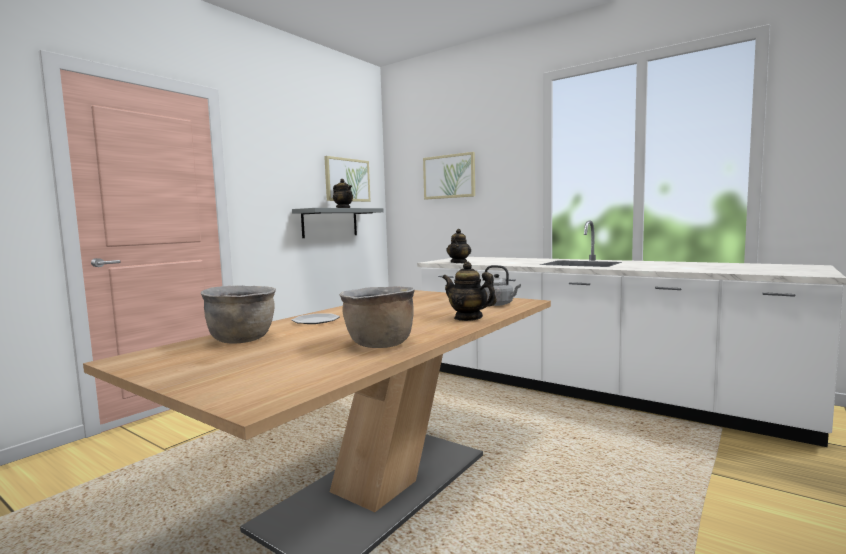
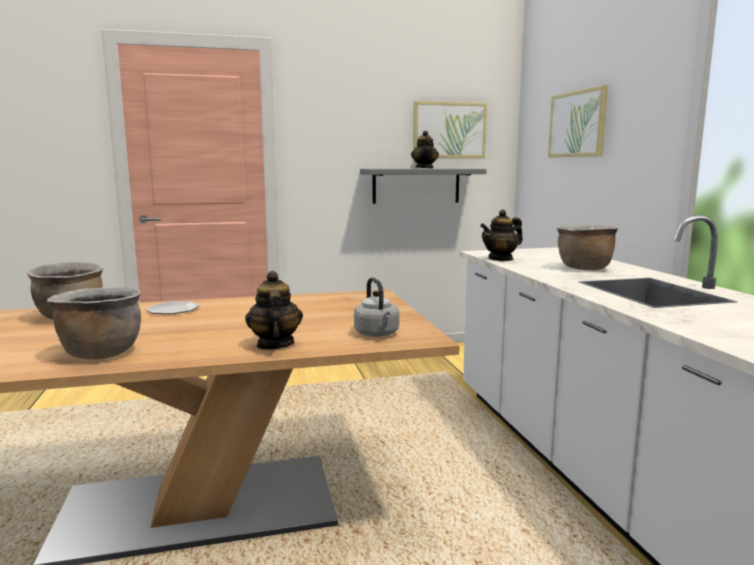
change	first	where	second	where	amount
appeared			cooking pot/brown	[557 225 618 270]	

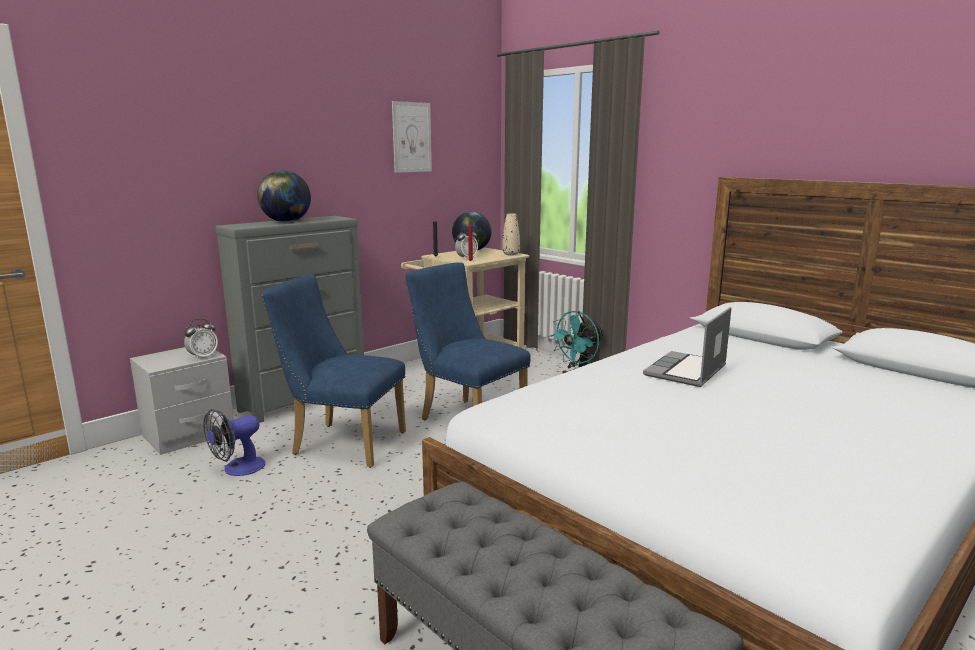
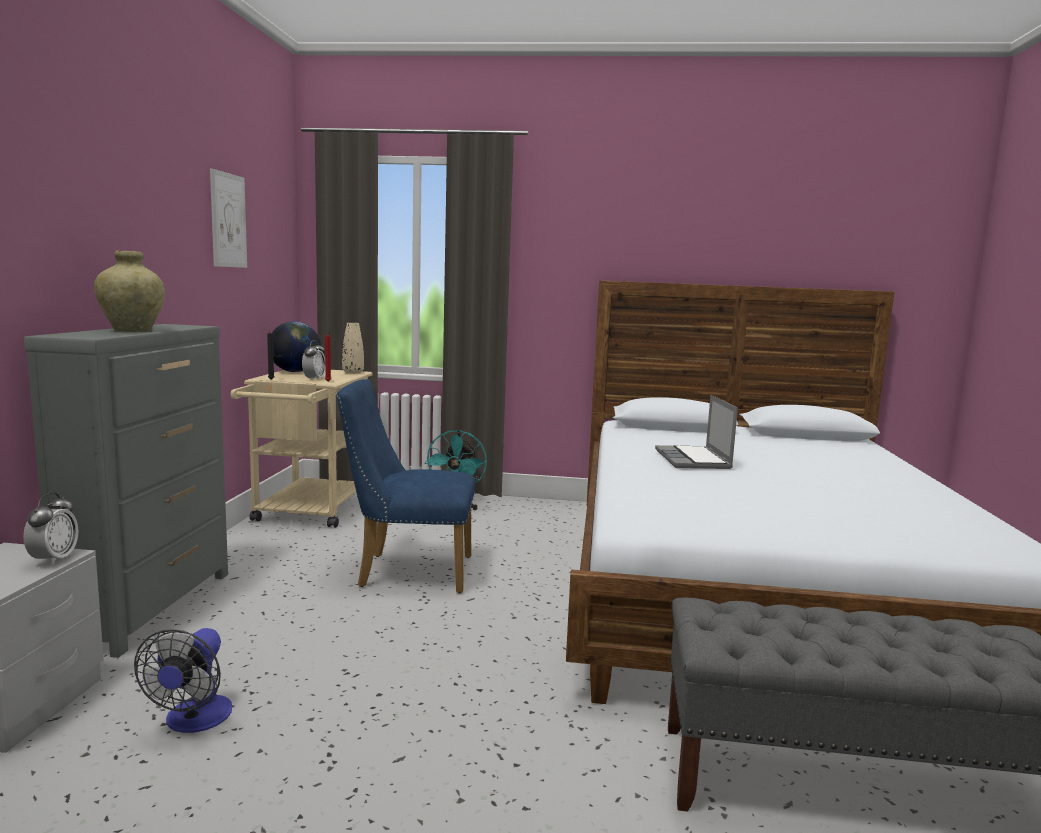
change	first	where	second	where	amount
exchanged	globe	[257 171 311 222]	vase/beige	[94 250 165 332]	
missing	chair/blue	[262 275 406 468]			

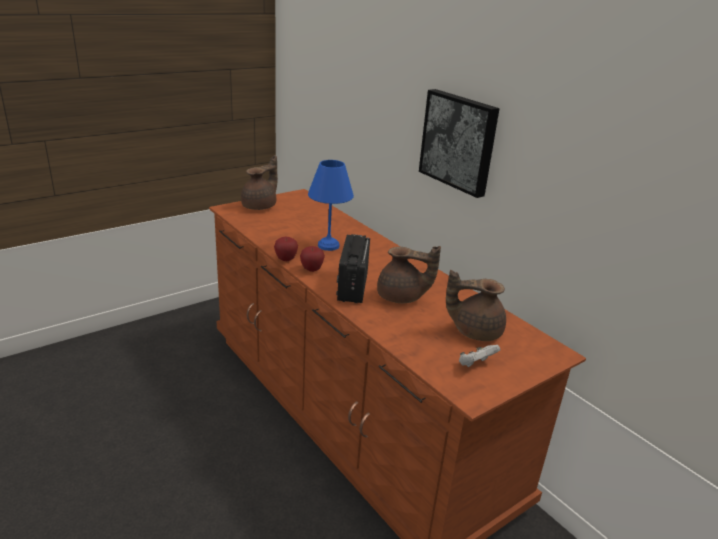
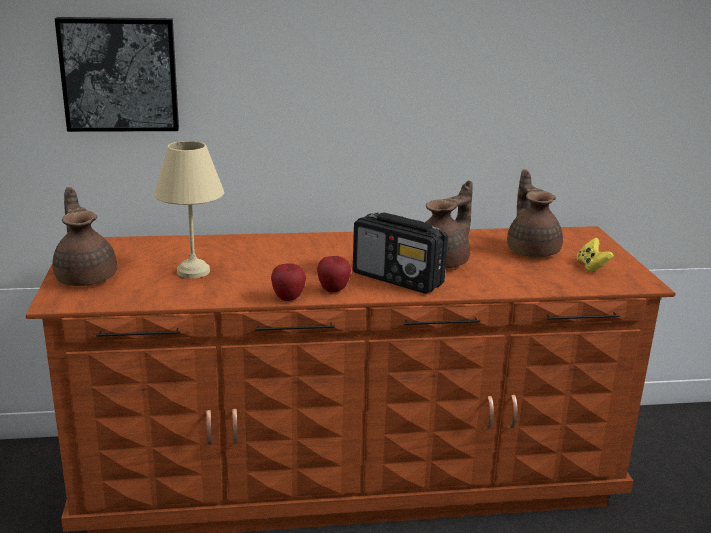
change	first	where	second	where	amount
relocated	picture	[419 89 500 198]		[55 17 179 132]	
missing	table lamp/blue	[308 160 354 251]			
spun	teapot/brown	[446 270 506 341]		[507 169 563 257]	135 degrees clockwise
colour	game controller/white	[459 345 500 367]	game controller/yellow	[577 238 614 272]	
appeared			table lamp/beige	[154 141 224 278]	

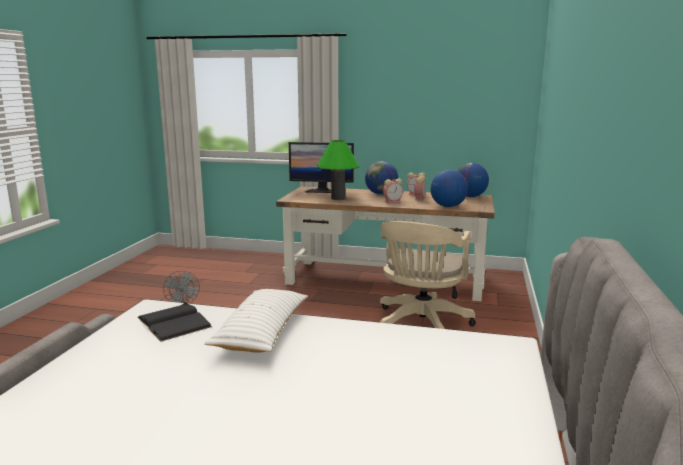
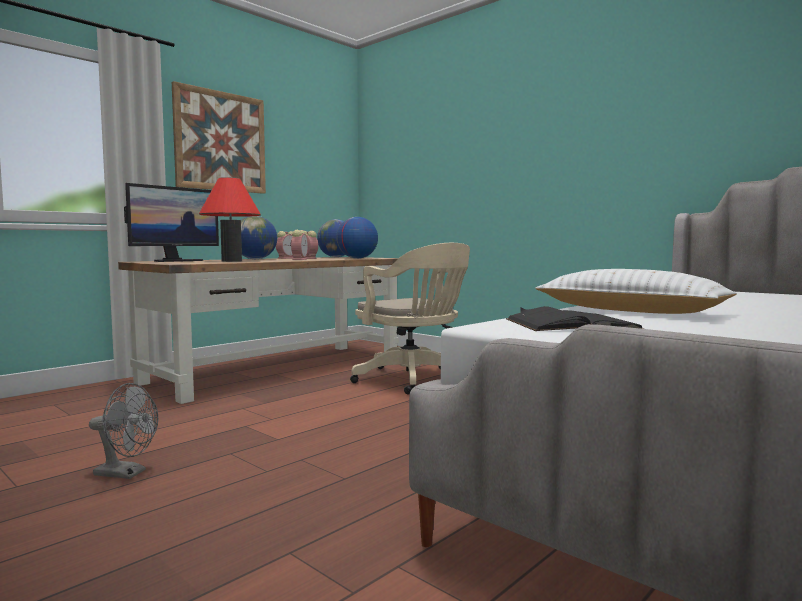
change	first	where	second	where	amount
colour	table lamp/green	[317 140 359 200]	table lamp/red	[199 177 261 262]	
appeared			picture	[172 81 266 194]	

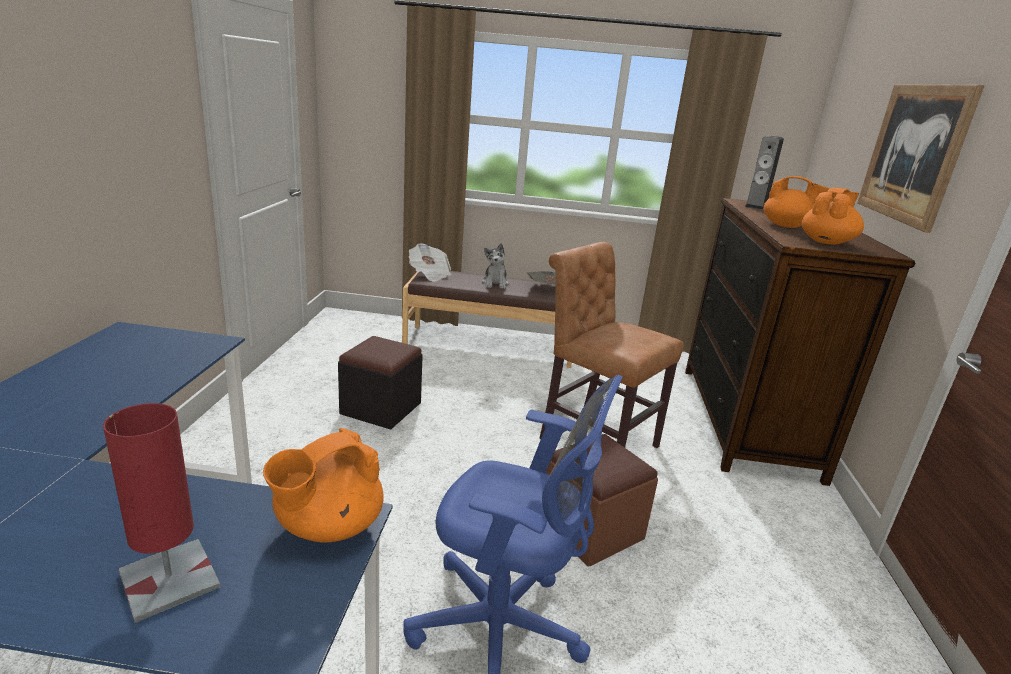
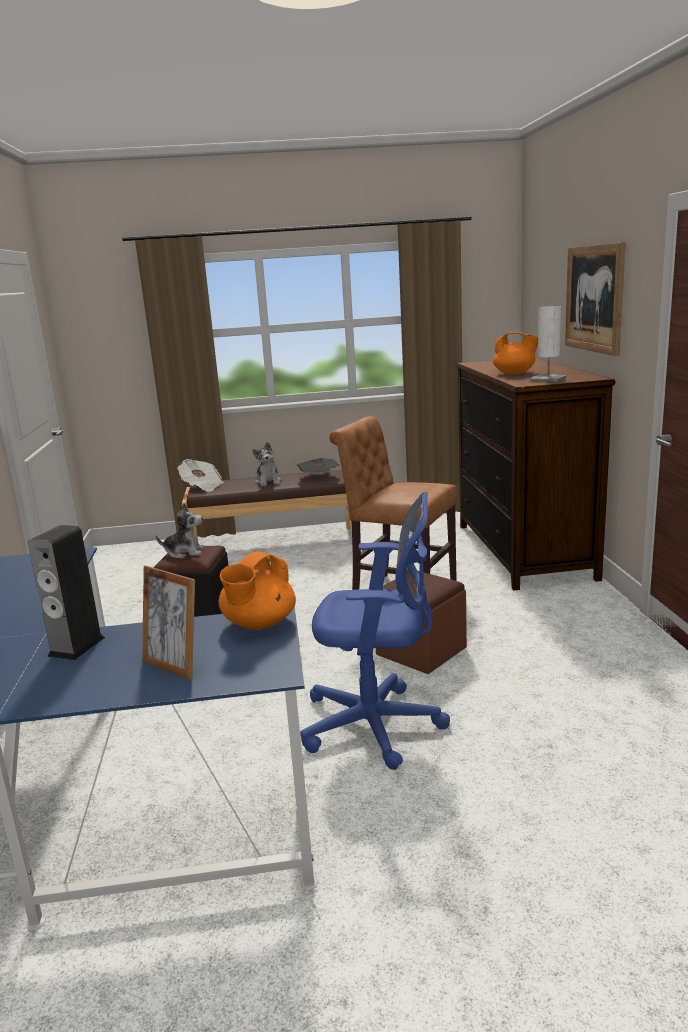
change	first	where	second	where	amount
relocated	speaker	[745 136 784 210]		[28 525 105 661]	
exchanged	teapot/orange	[801 188 864 245]	table lamp/white	[530 306 567 382]	
exchanged	table lamp/red	[103 403 220 623]	picture frame	[142 566 195 680]	
appeared			plush toy	[156 503 205 558]	

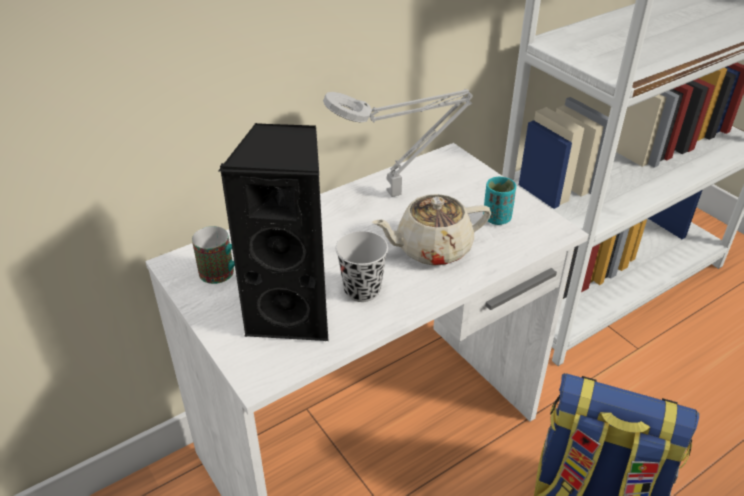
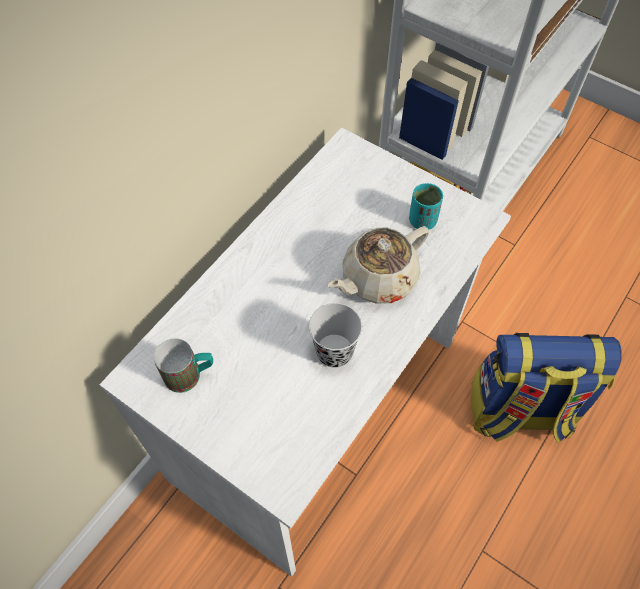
change	first	where	second	where	amount
missing	table lamp/grey	[323 89 473 197]			
missing	speaker/black	[218 122 329 341]			

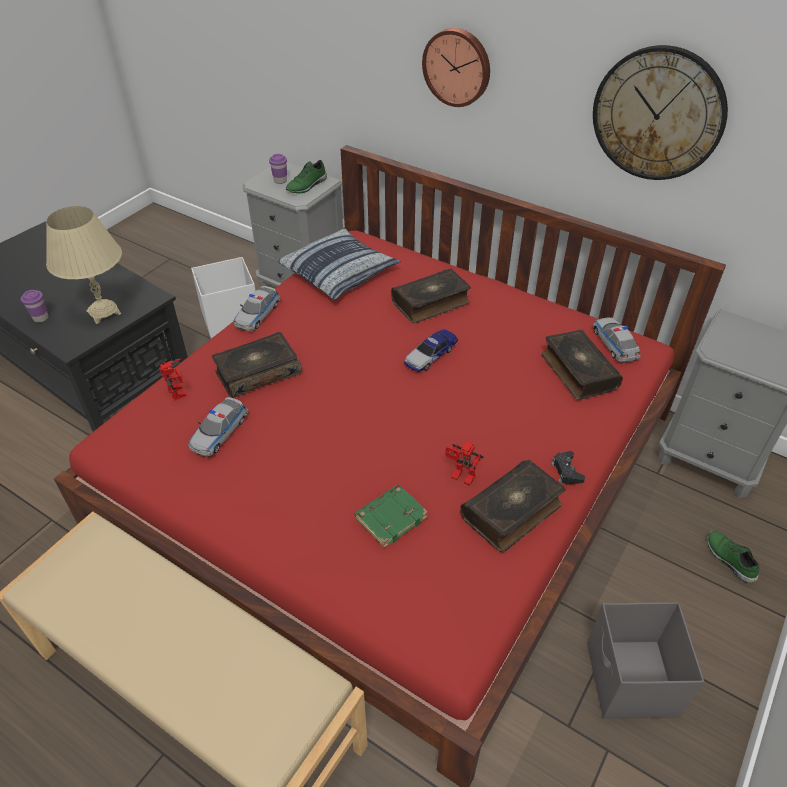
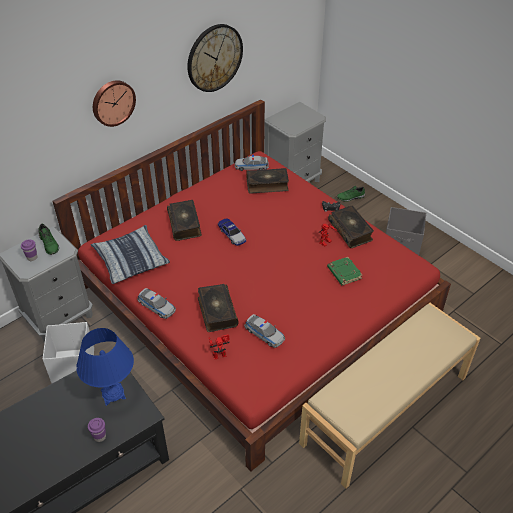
change	first	where	second	where	amount
colour	table lamp/beige	[46 206 122 324]	table lamp/blue	[76 328 134 406]	

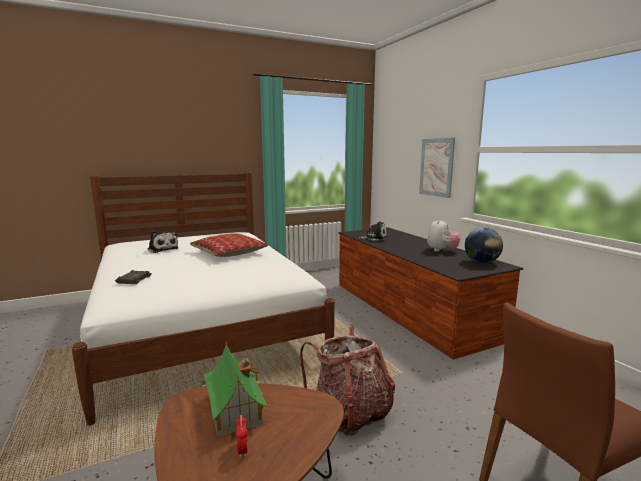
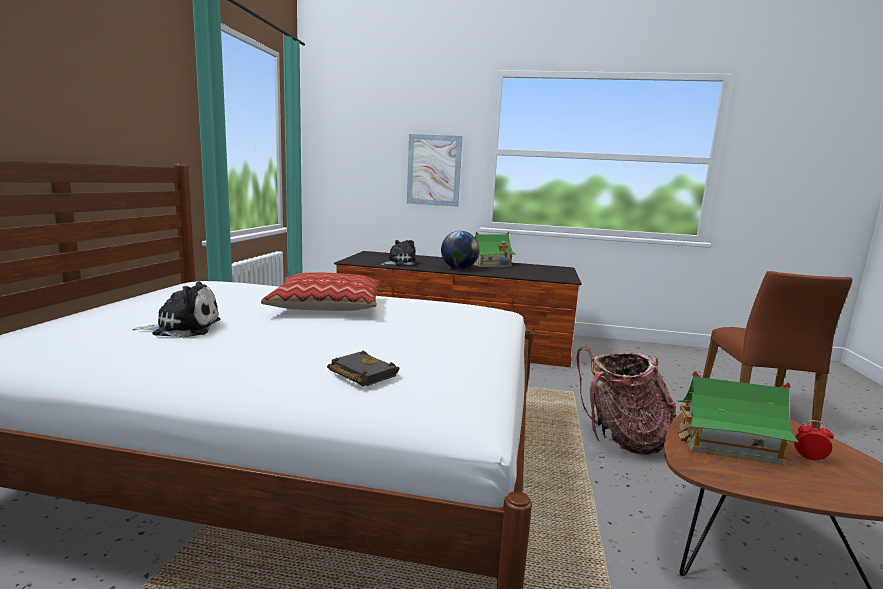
change	first	where	second	where	amount
exchanged	plush toy	[427 218 461 252]	toy house	[473 232 515 267]	
relocated	globe	[465 228 503 263]		[441 231 479 269]	

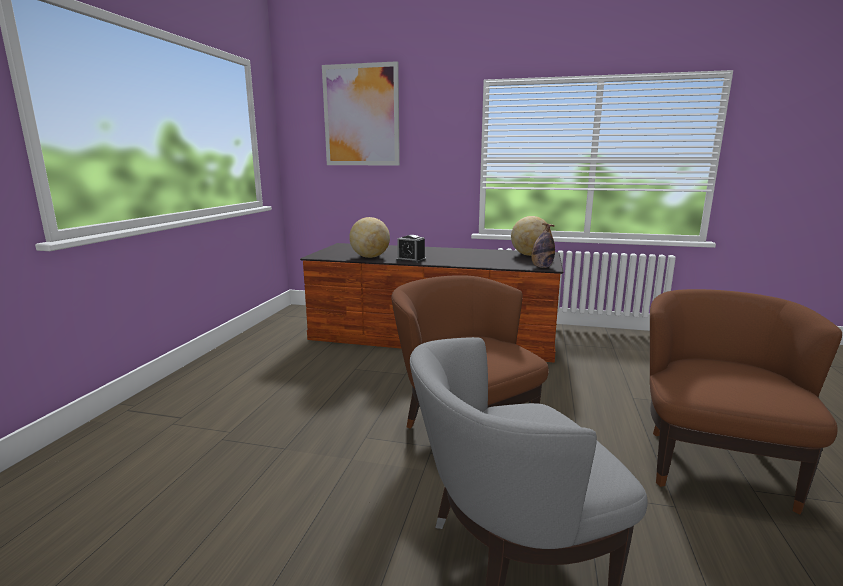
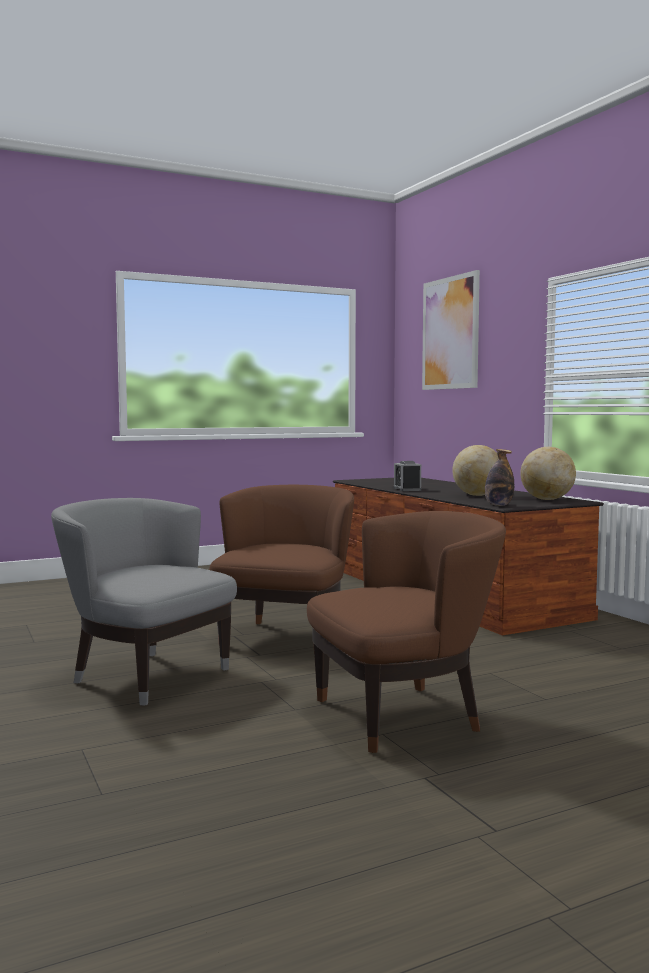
change	first	where	second	where	amount
relocated	globe	[349 217 390 258]		[452 445 498 496]	

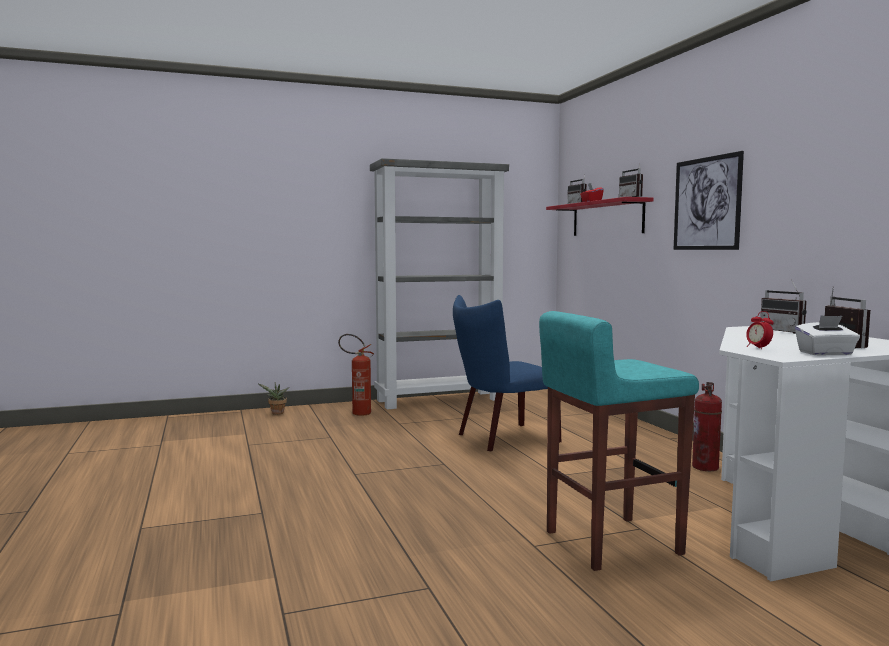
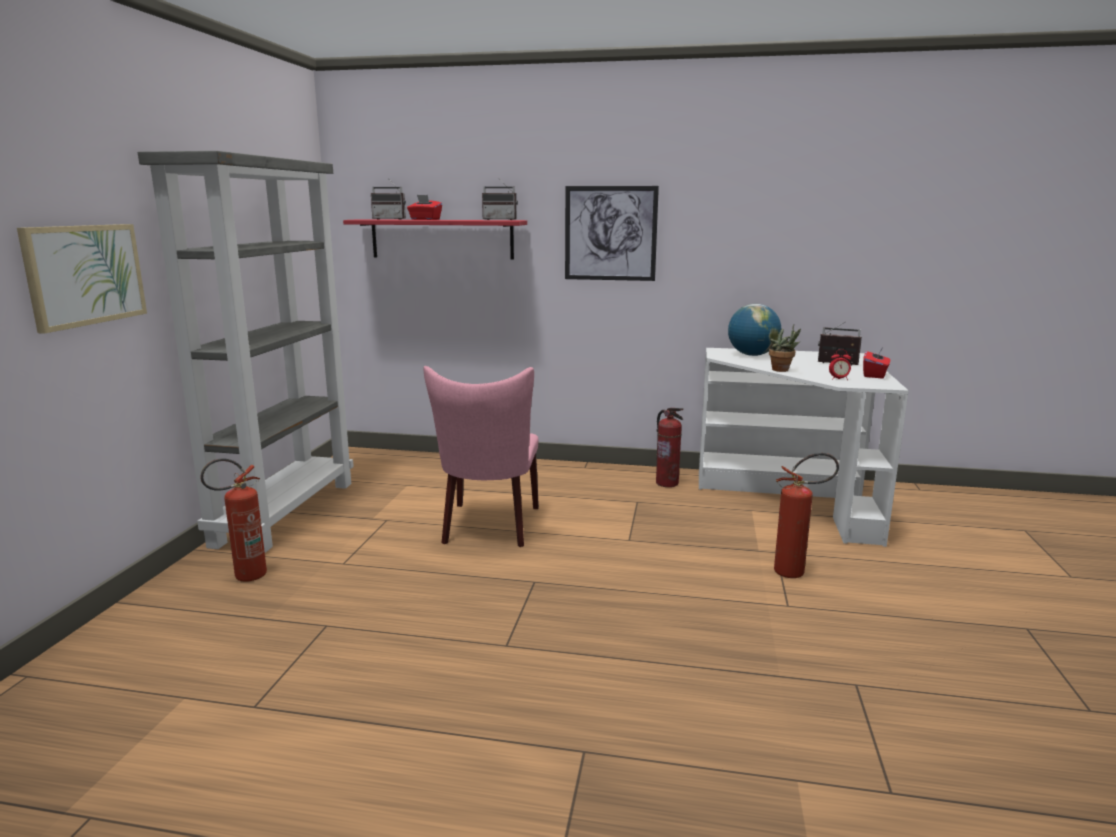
change	first	where	second	where	amount
exchanged	radio	[761 280 807 334]	globe	[728 304 781 356]	
colour	chair/blue	[453 295 561 451]	chair/pink	[423 366 539 547]	
exchanged	stool/turquoise	[539 311 699 571]	fire extinguisher	[774 453 839 578]	
colour	tissue box/white	[795 315 860 356]	tissue box/red	[863 346 890 379]	
relocated	potted plant	[258 382 289 414]		[769 324 801 372]	
appeared			picture	[17 224 147 334]	

